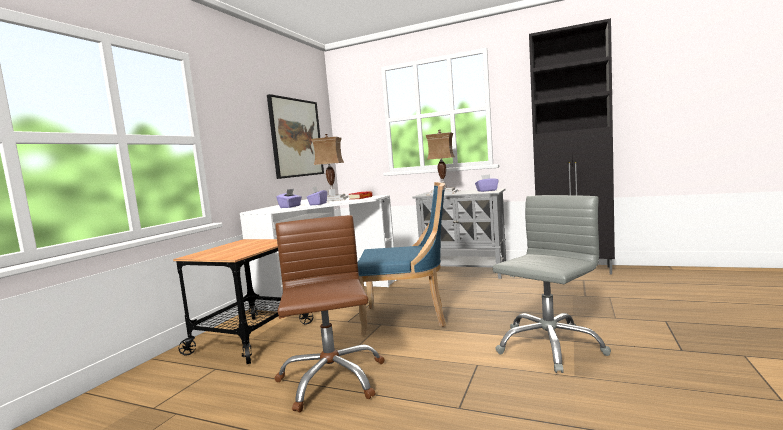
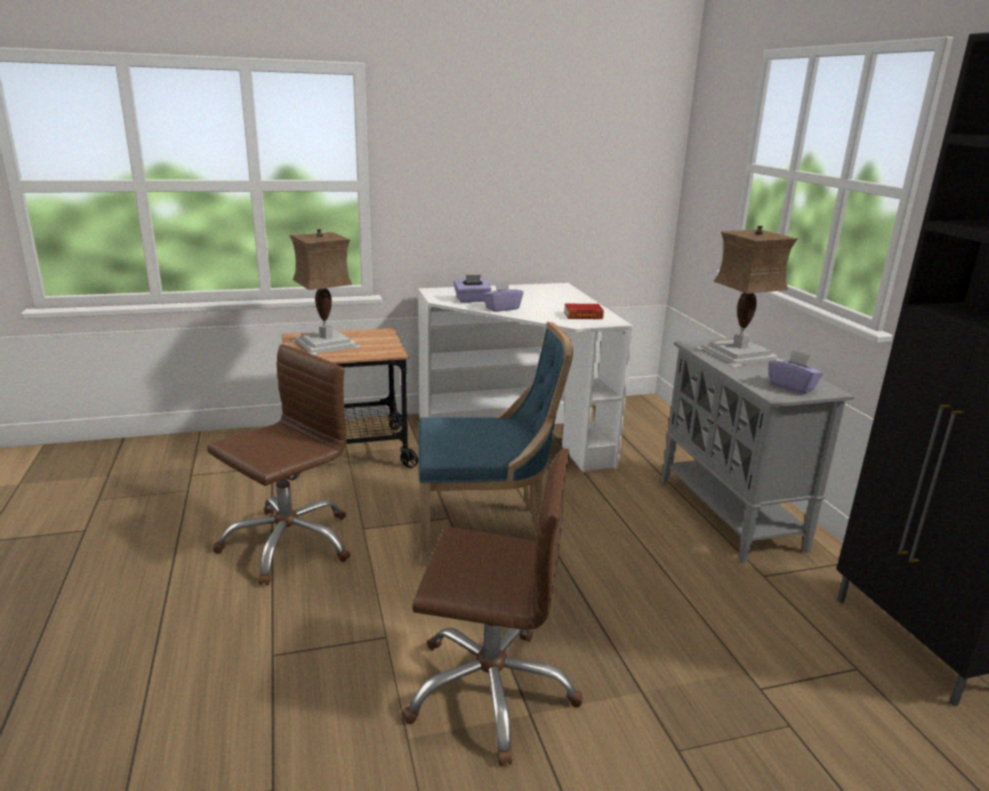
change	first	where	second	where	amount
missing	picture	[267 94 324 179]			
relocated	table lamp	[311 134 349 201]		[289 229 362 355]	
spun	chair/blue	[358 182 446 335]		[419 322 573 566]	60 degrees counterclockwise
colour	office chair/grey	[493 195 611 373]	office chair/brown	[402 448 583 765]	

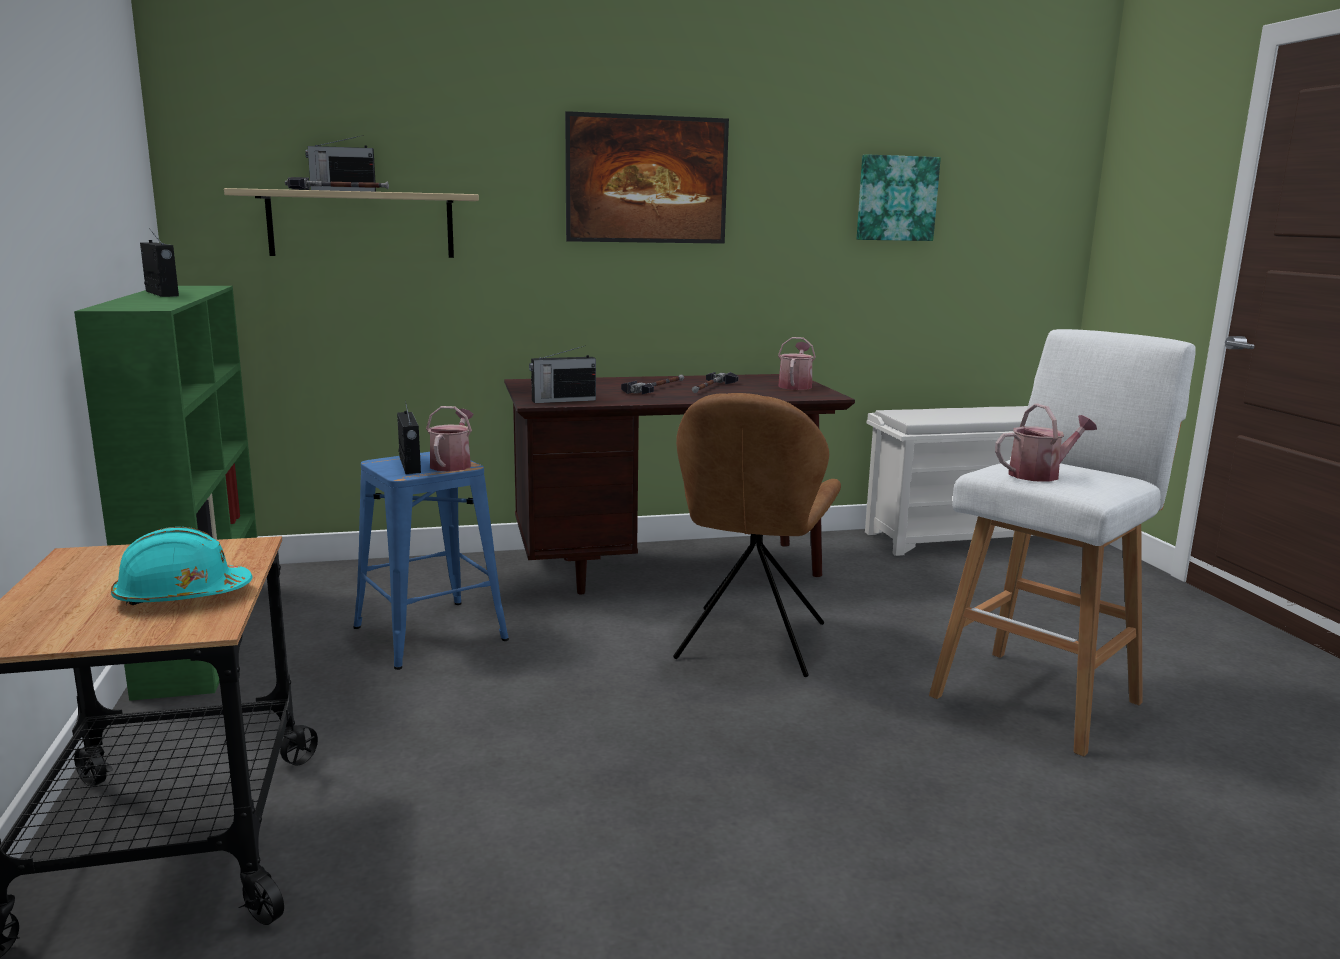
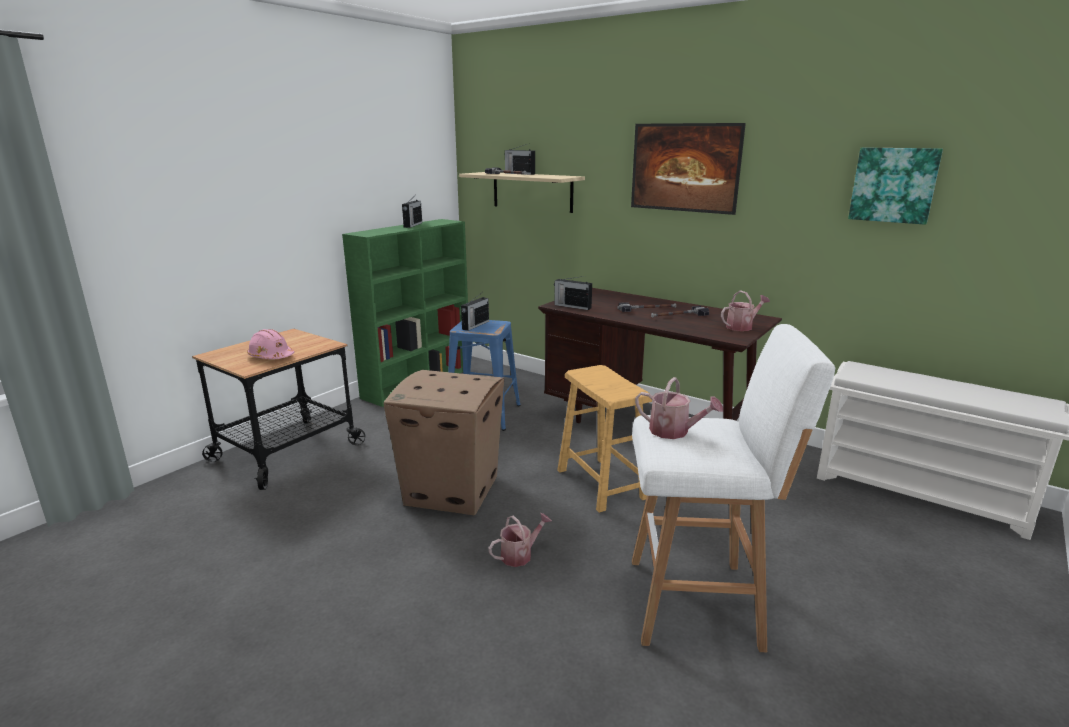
change	first	where	second	where	amount
exchanged	chair/brown	[673 393 841 677]	stool/brown	[557 365 652 513]	
relocated	watering can	[426 406 473 472]		[489 513 552 567]	
colour	hard hat/turquoise	[111 527 253 605]	hard hat/pink	[247 329 294 359]	
appeared			cardboard box	[384 370 504 515]	

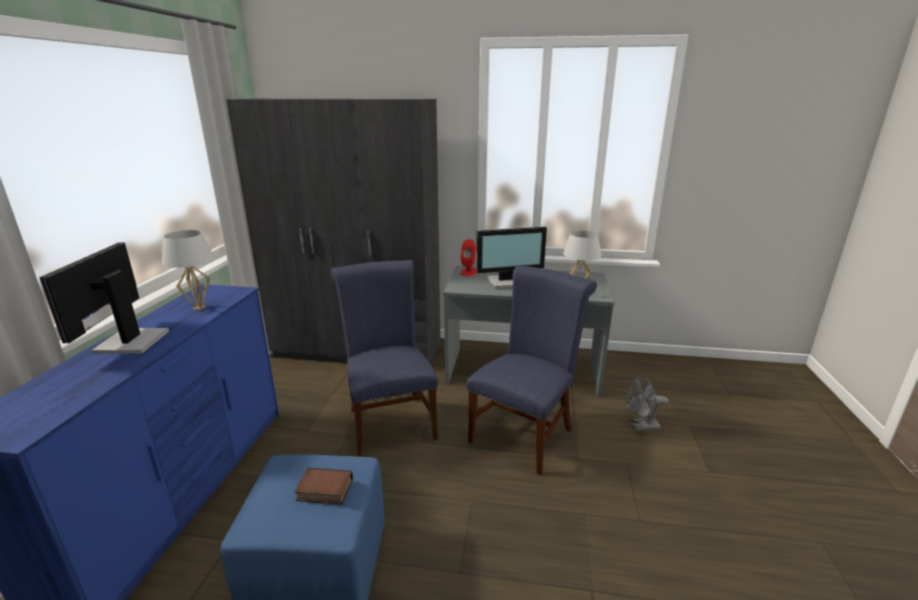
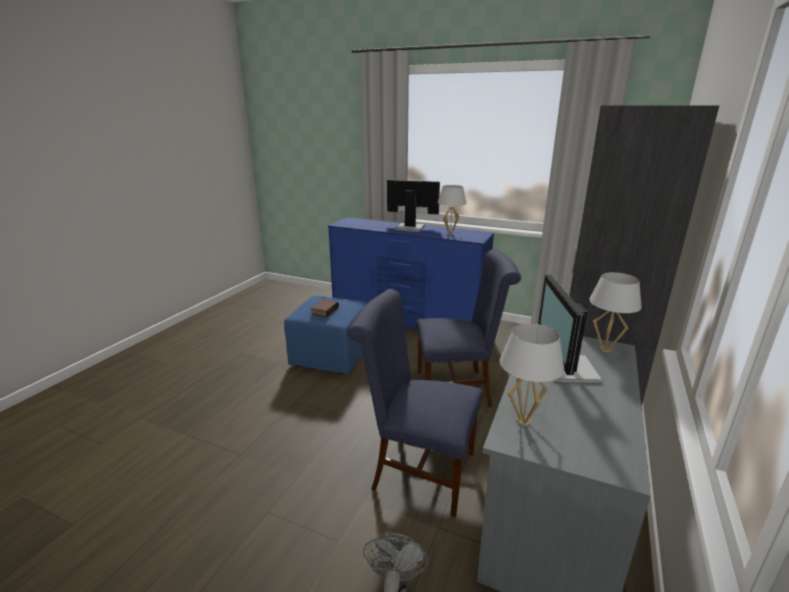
change	first	where	second	where	amount
exchanged	speaker/red	[461 239 476 276]	table lamp/white	[589 272 642 352]	
spun	chair/blue	[466 265 597 475]		[347 289 483 517]	150 degrees clockwise

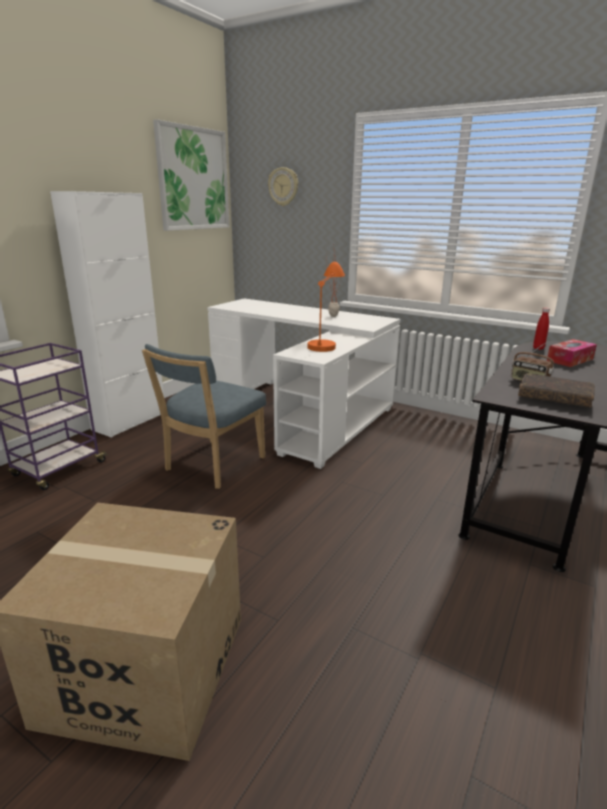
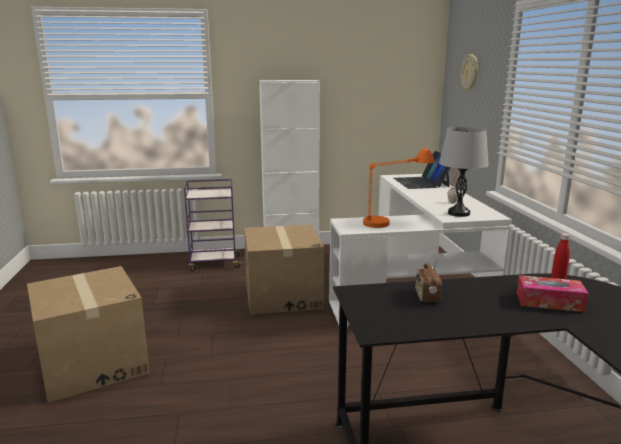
change	first	where	second	where	amount
missing	picture	[153 119 229 231]			
exchanged	chair/blue	[142 344 266 489]	cardboard box	[244 224 324 315]	
missing	book/brown	[518 373 595 407]			
appeared			table lamp/grey	[439 127 489 217]	
appeared			laptop	[394 151 451 189]	

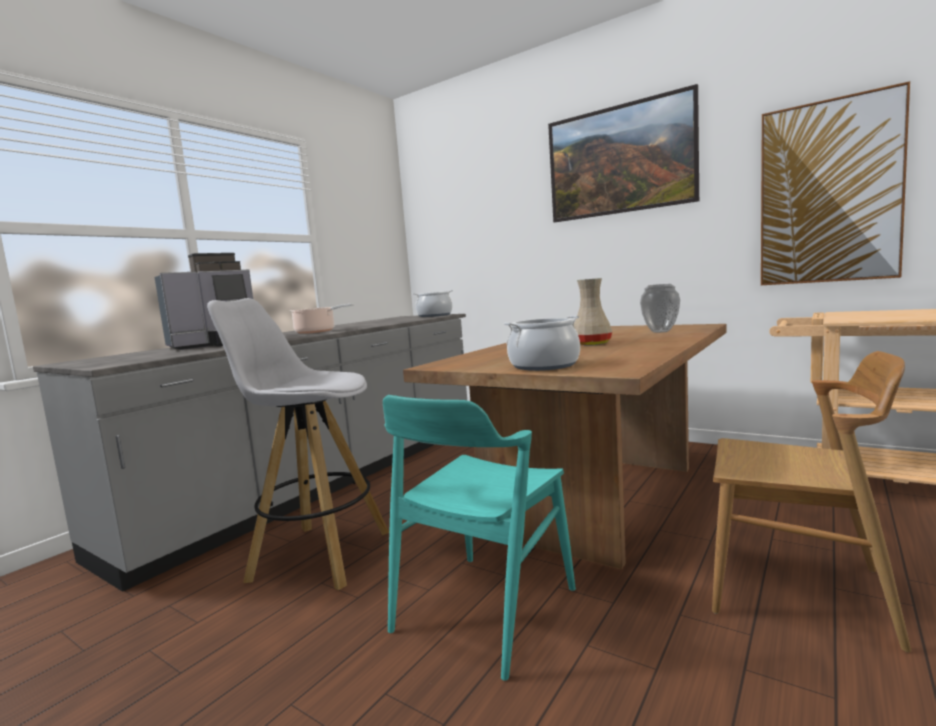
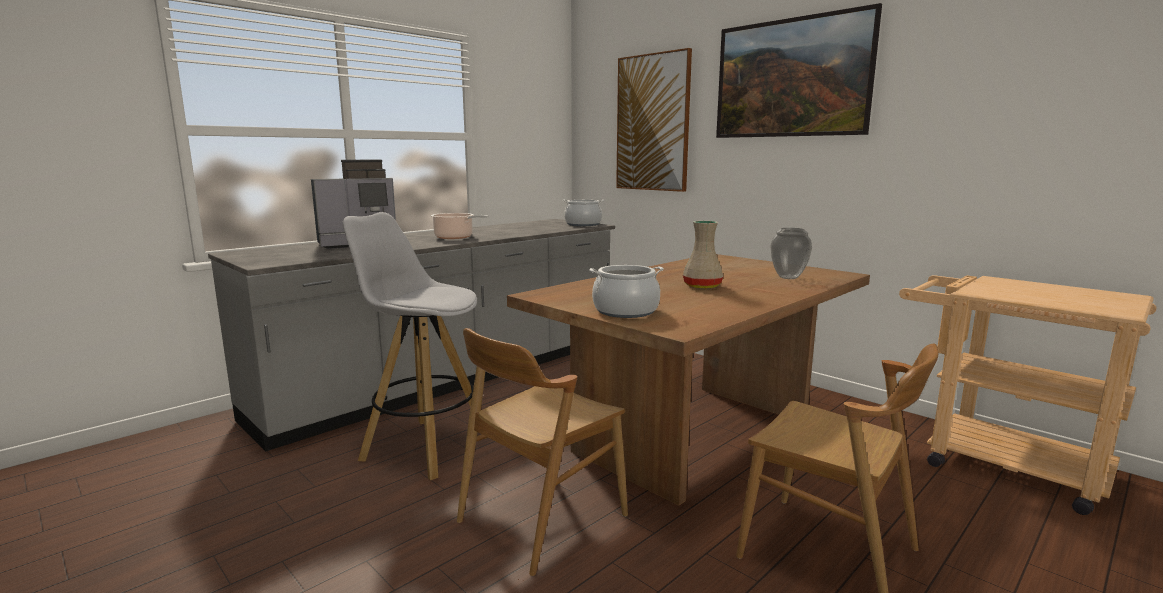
change	first	where	second	where	amount
relocated	picture	[761 81 910 285]		[616 48 692 192]	
colour	chair/turquoise	[383 395 576 681]	chair/brown	[457 328 628 576]	

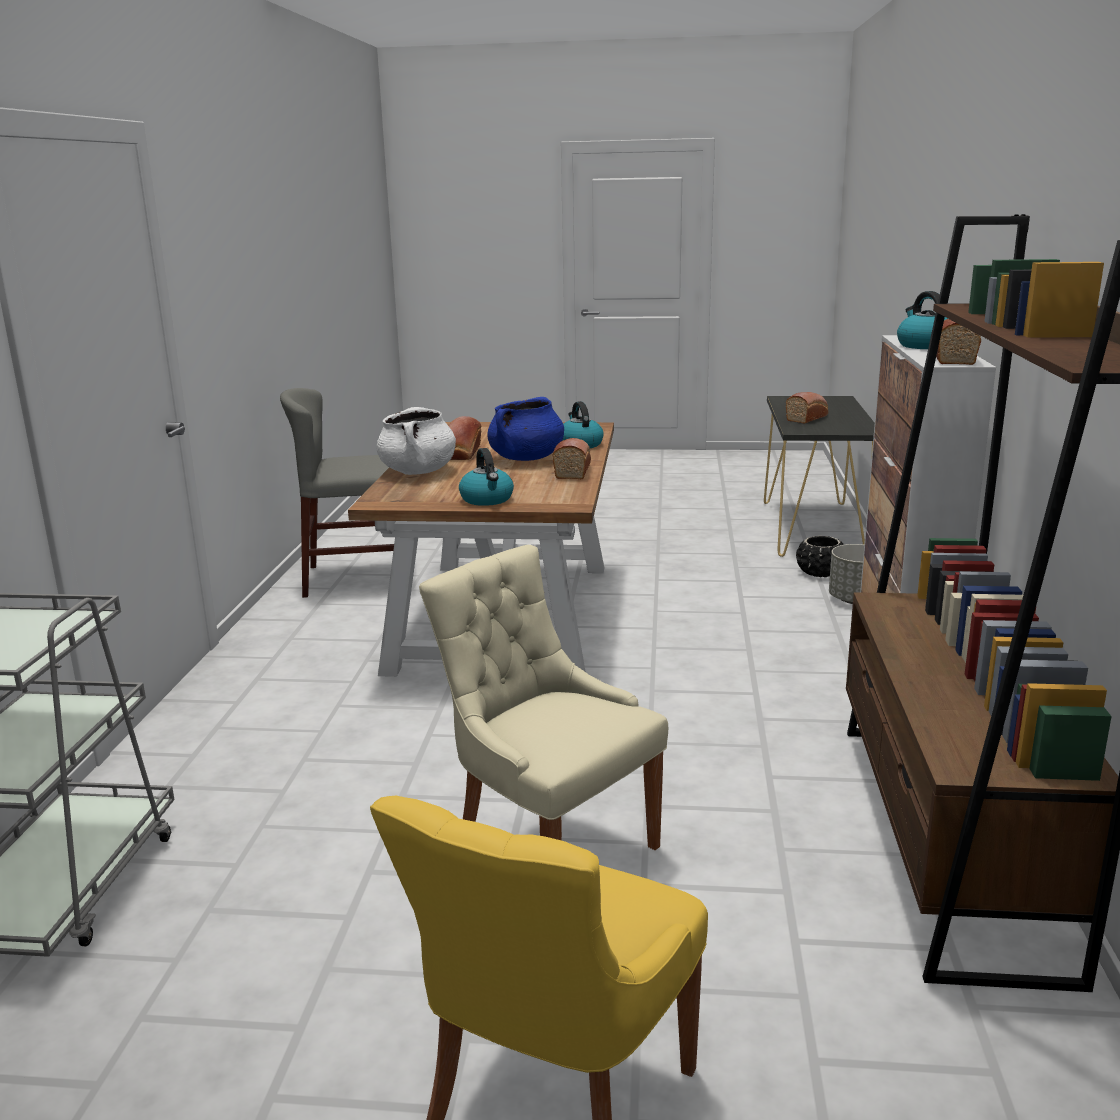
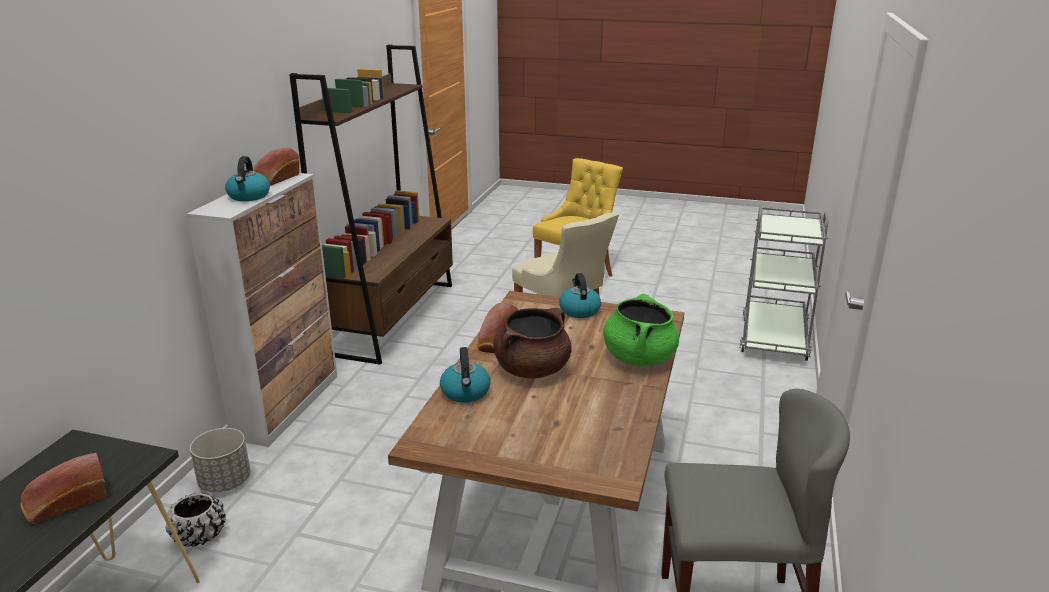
change	first	where	second	where	amount
colour	cooking pot/blue	[487 397 564 461]	cooking pot/brown	[493 308 572 378]	
colour	cooking pot/white	[376 407 456 475]	cooking pot/green	[604 294 679 367]	
missing	bread	[449 416 481 460]			

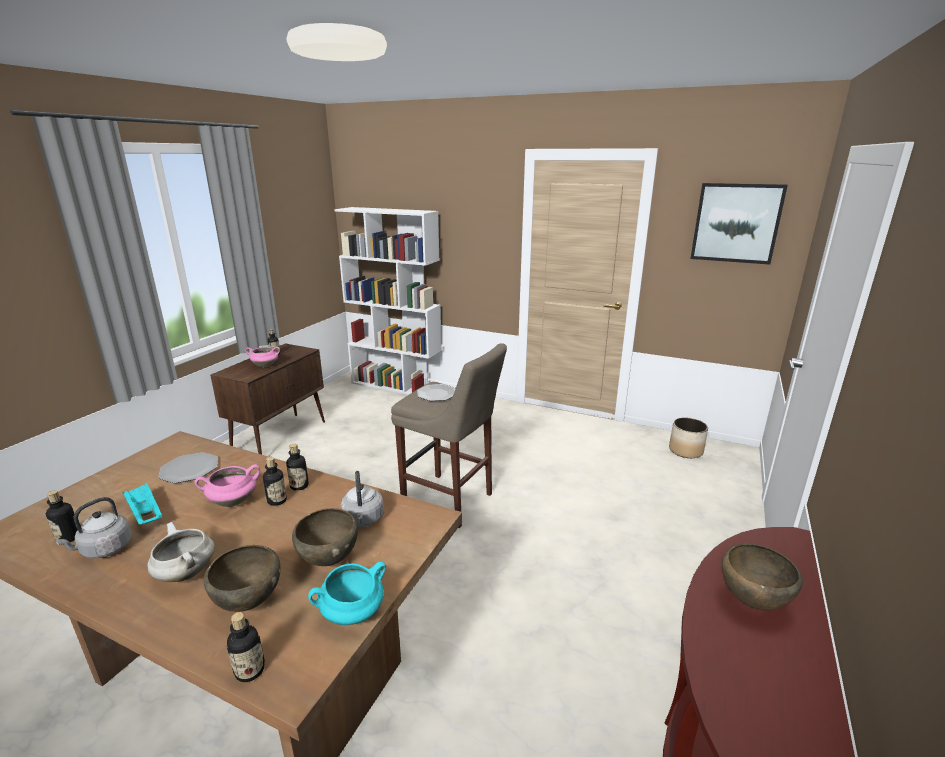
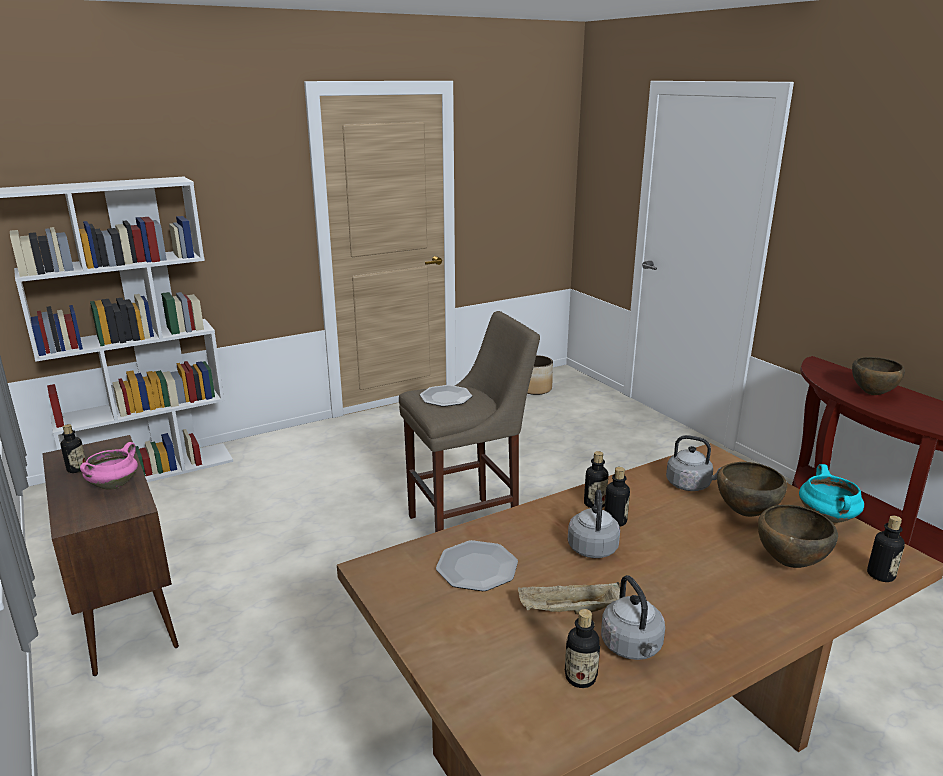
change	first	where	second	where	amount
missing	picture	[690 183 788 265]			
exchanged	cooking pot/pink	[195 464 260 507]	kettle/grey	[568 489 620 558]	
colour	tray/turquoise	[122 482 162 525]	tray/beige	[518 582 620 615]	
missing	cooking pot/white	[148 522 215 582]			

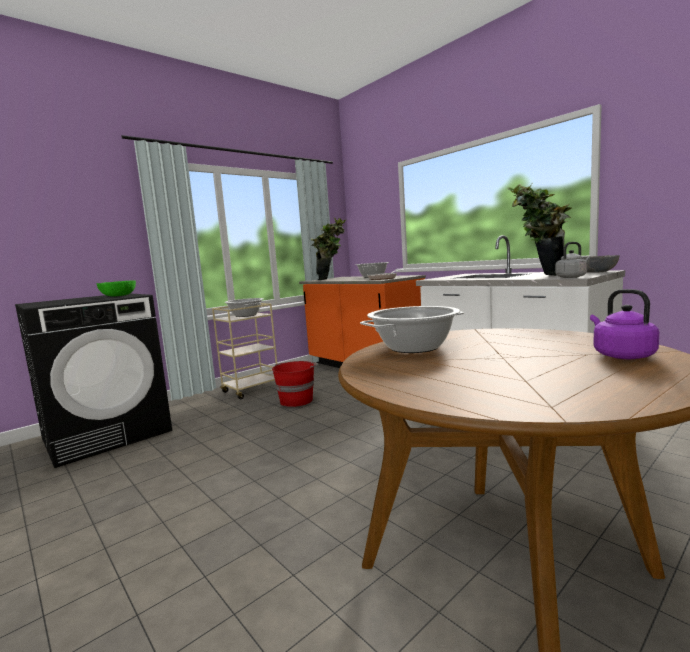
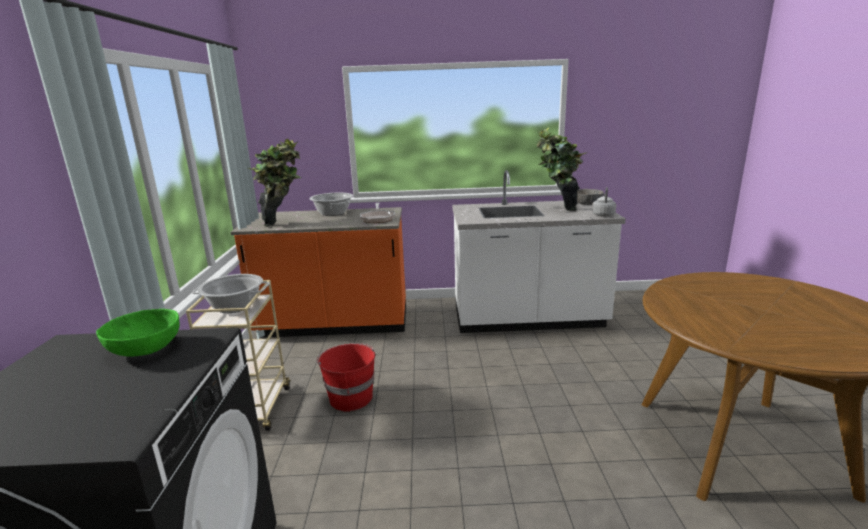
change	first	where	second	where	amount
missing	kettle/purple	[590 289 659 359]			
missing	cooking pot	[360 306 464 353]			

